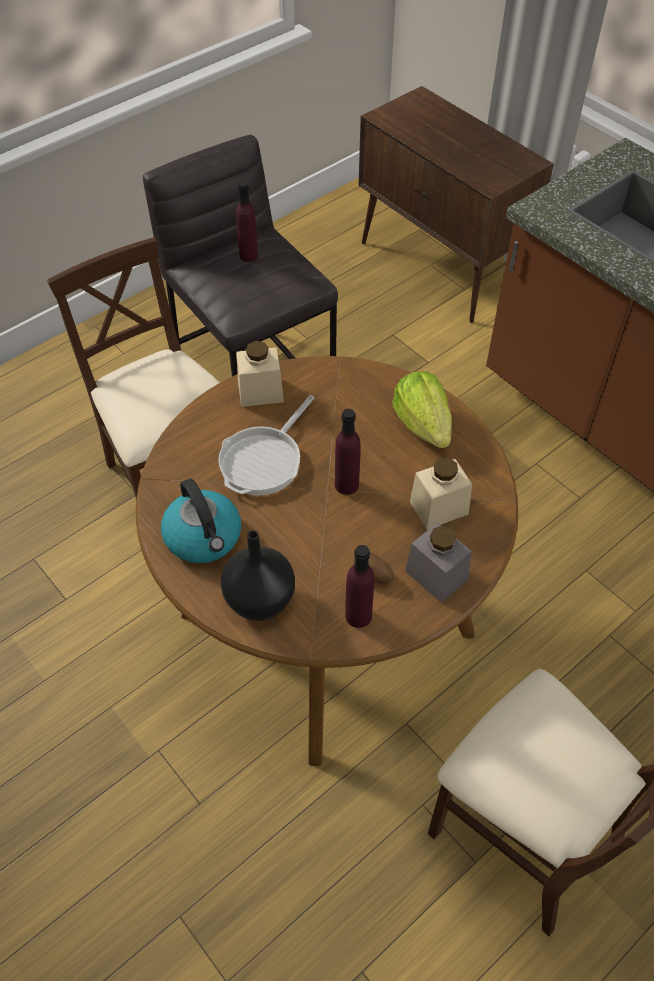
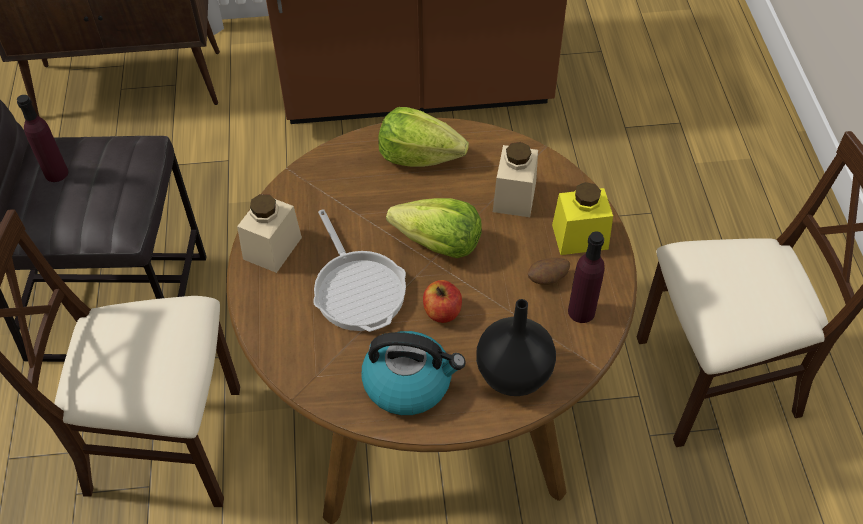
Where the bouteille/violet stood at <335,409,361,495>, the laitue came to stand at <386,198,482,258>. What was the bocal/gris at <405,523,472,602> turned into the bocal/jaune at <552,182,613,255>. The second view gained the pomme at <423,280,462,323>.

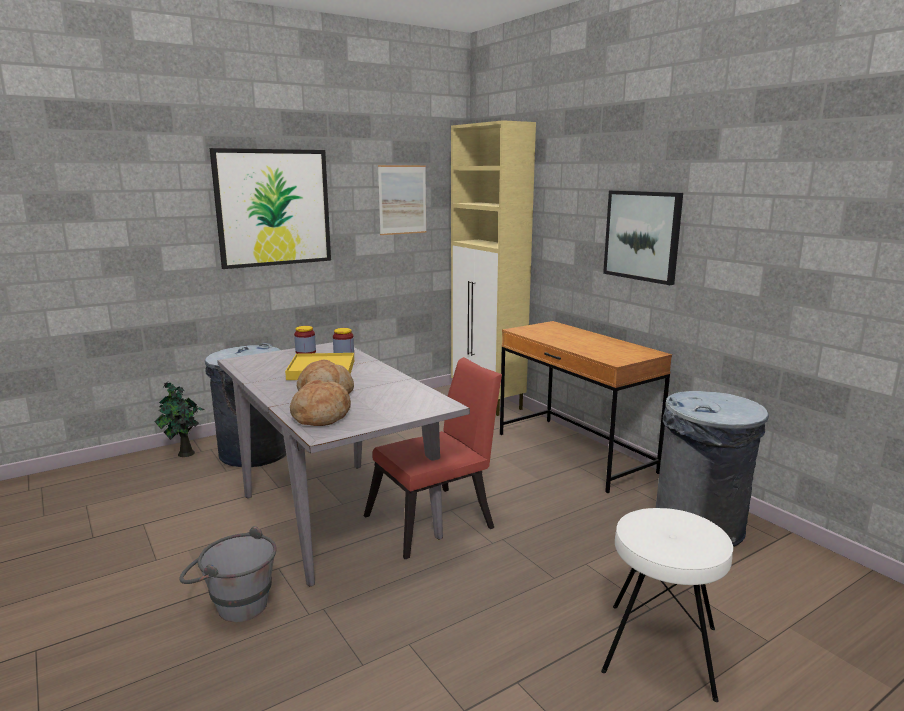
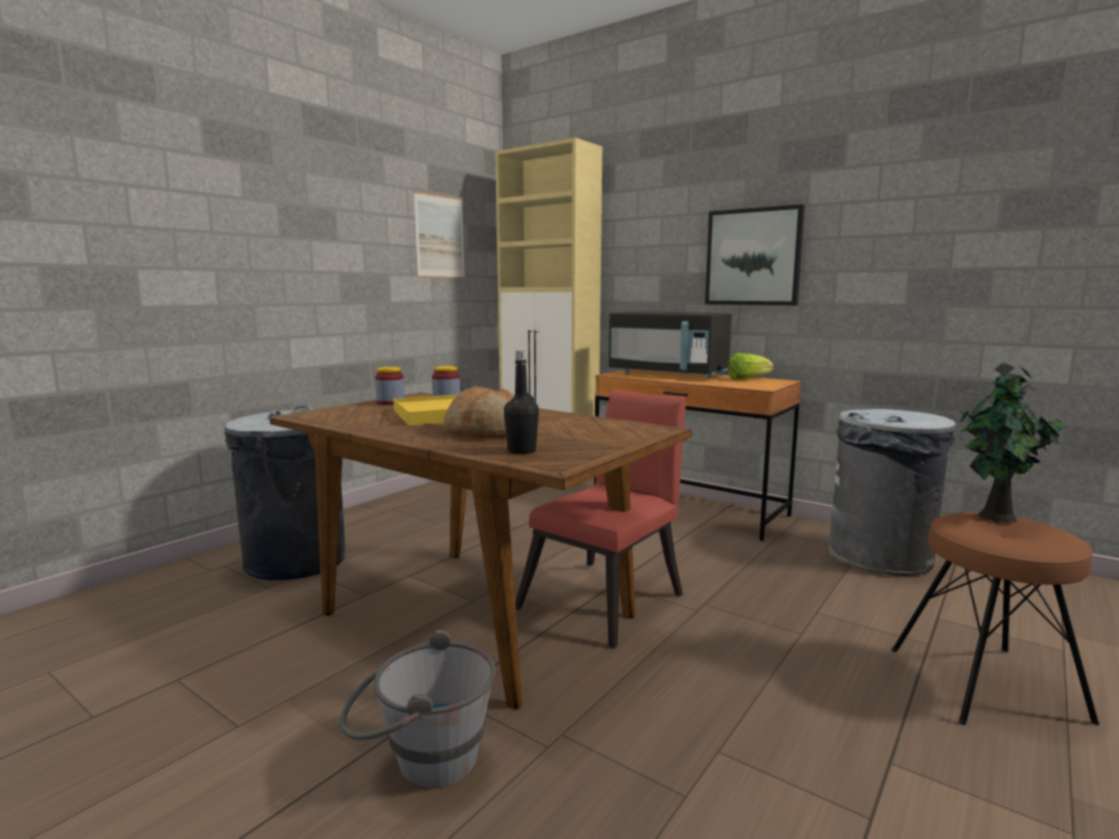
The second view lost the tableau at <210,148,331,269>. What was the table à manger/gris at <217,342,470,586> turned into the table à manger/marron at <269,392,692,710>. Where the pain stood at <290,380,351,426>, the bouteille/noir came to stand at <504,350,539,454>. The plante en pot ended up elsewhere, having gone from <154,382,205,457> to <960,362,1067,523>. What was the tabouret/blanc at <601,508,733,702> turned into the tabouret/marron at <892,512,1099,725>. The second view gained the micro-ondes/noir at <609,311,732,379>. The second view gained the laitue at <728,353,774,380>.

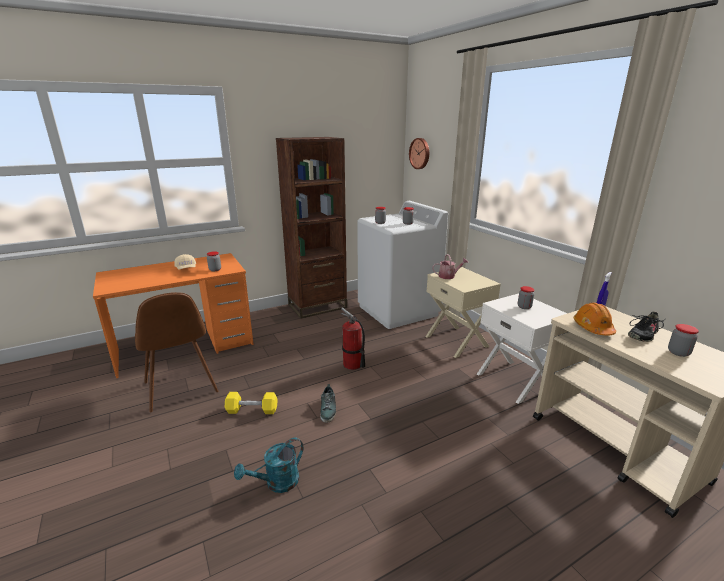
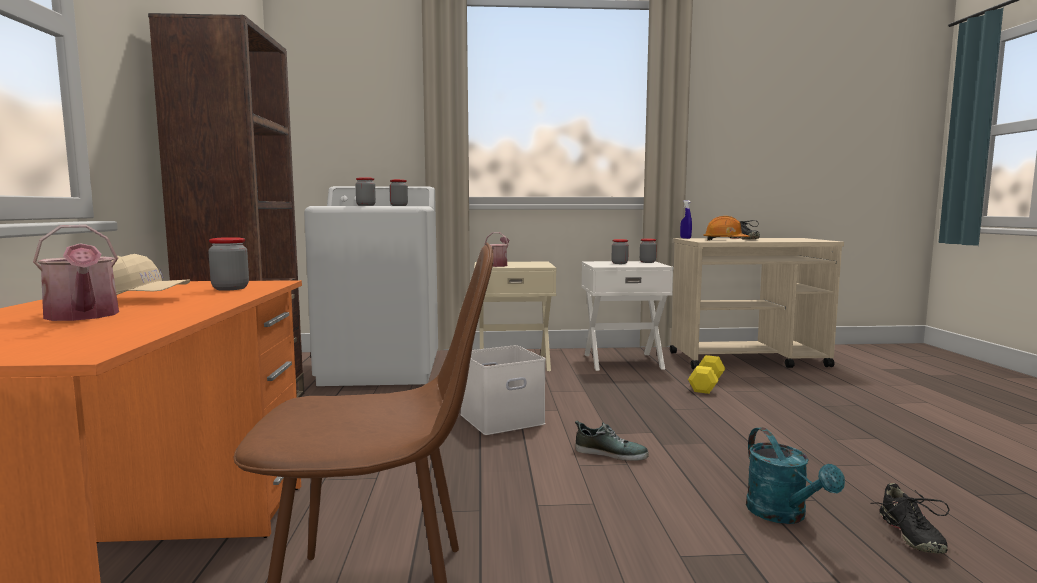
The second view lost the horloge murale at <409,138,429,169>. Where the extincteur stood at <341,307,365,370>, the boîte de rangement/blanc came to stand at <460,345,546,435>. The bocal ended up elsewhere, having gone from <668,324,699,357> to <640,239,657,263>. The haltère/jaune ended up elsewhere, having gone from <225,392,278,414> to <688,355,726,394>. The second view gained the arrosoir at <33,225,119,321>. The second view gained the chaussure/noir at <871,483,950,554>.

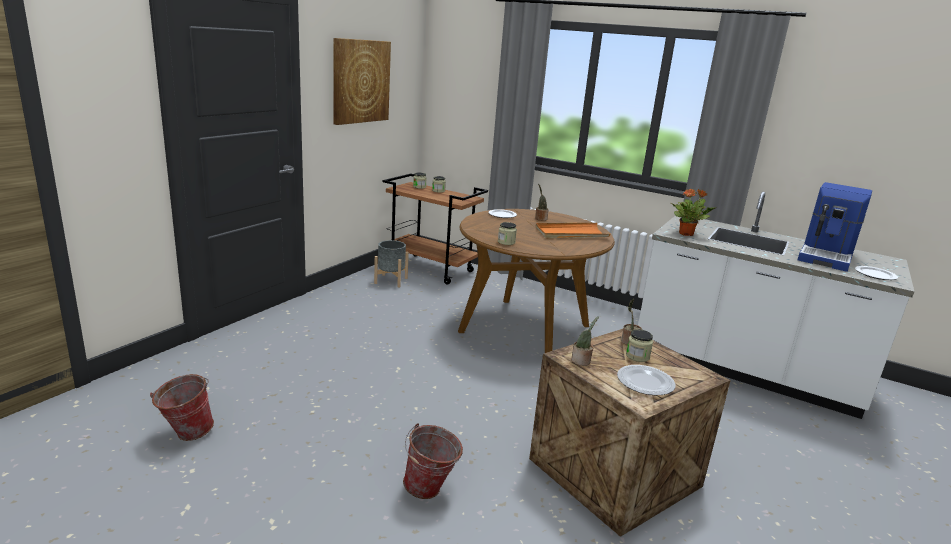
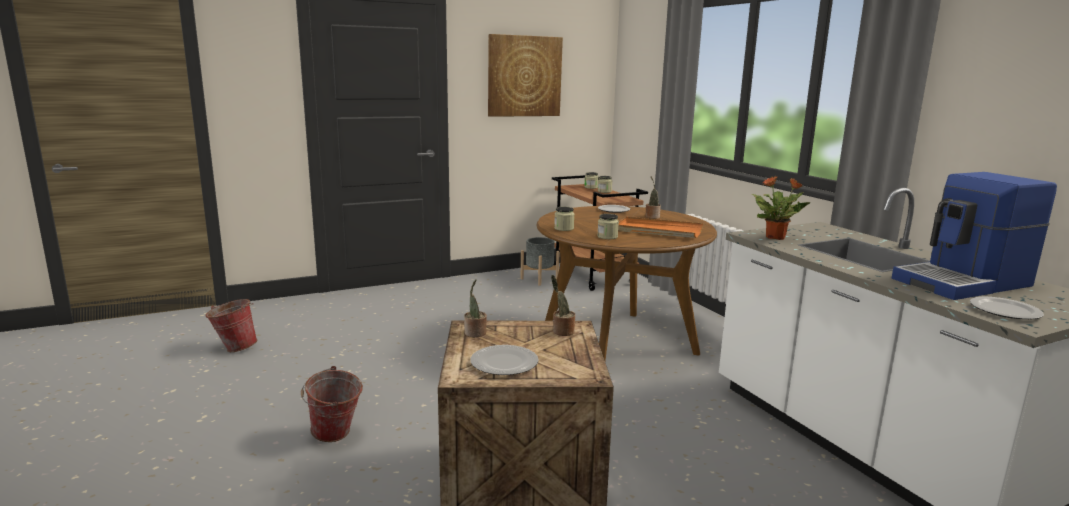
The bocal ended up elsewhere, having gone from <626,329,653,362> to <597,214,619,239>.

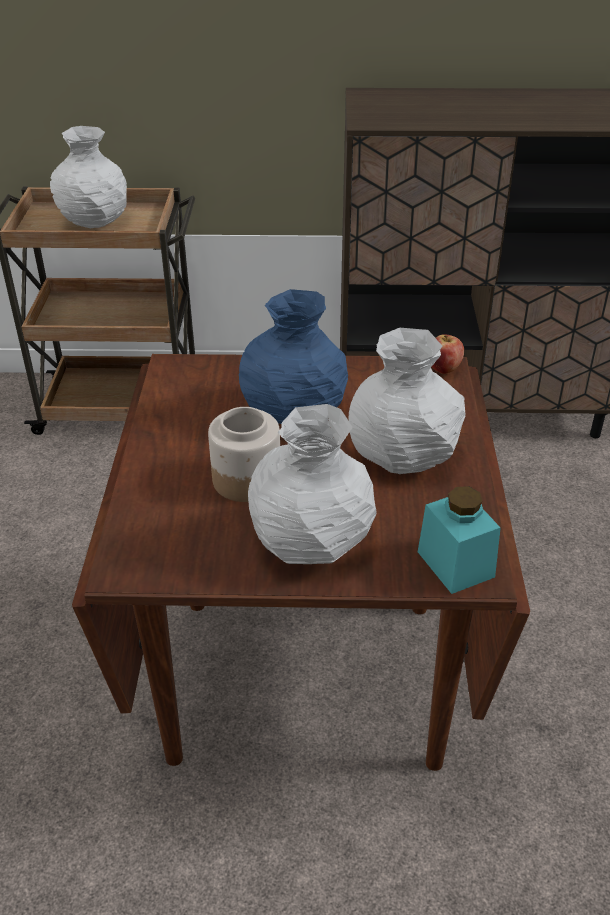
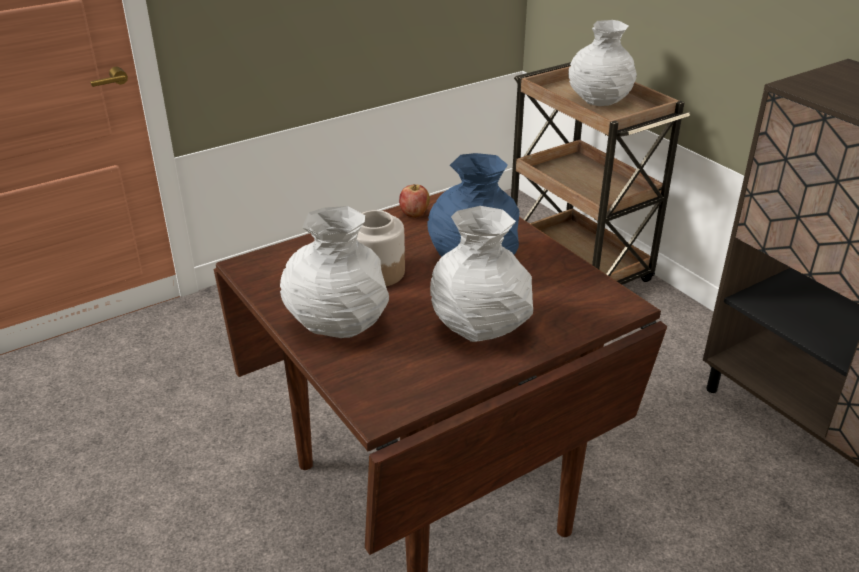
The pomme ended up elsewhere, having gone from <432,334,464,374> to <399,184,430,218>. The second view lost the bocal/turquoise at <418,486,501,594>.

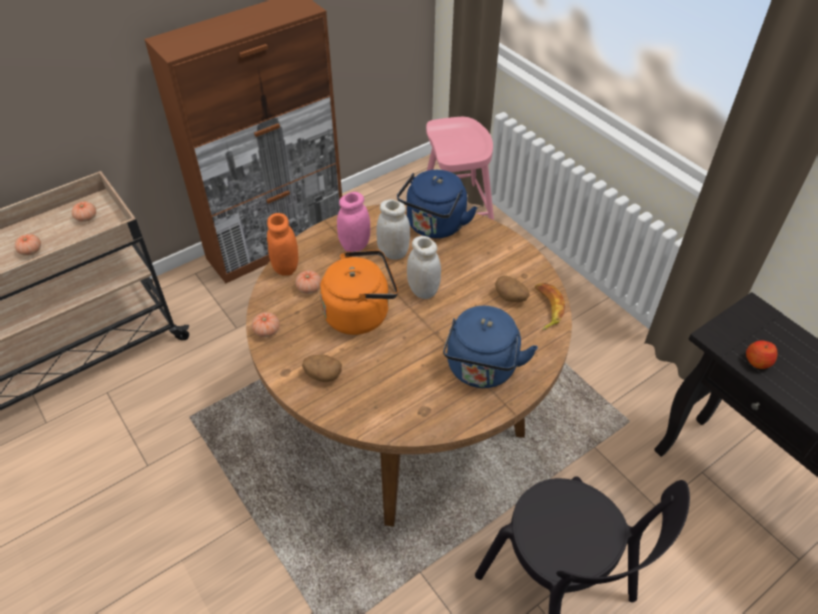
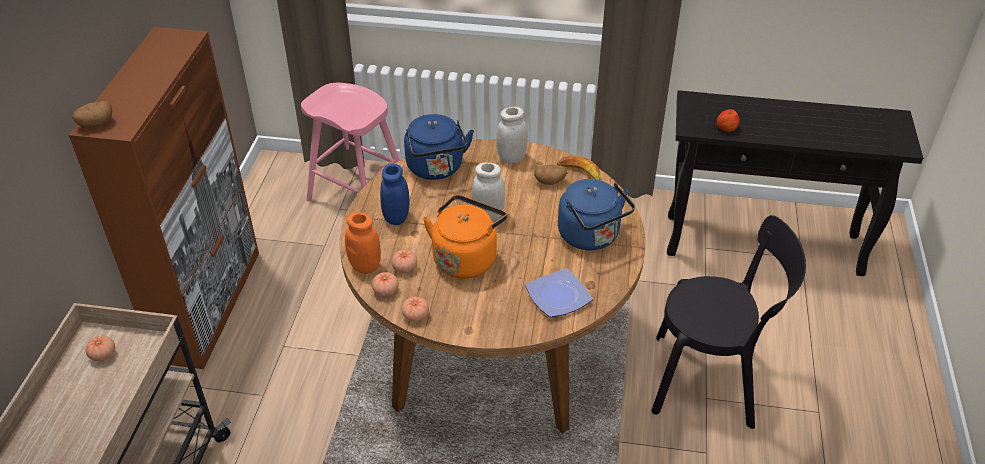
What was the bocal/rose at <337,192,370,252> turned into the bocal/bleu at <380,164,409,225>. The bocal/blanc ended up elsewhere, having gone from <376,199,410,260> to <496,107,528,163>. The tomate ended up elsewhere, having gone from <15,234,41,256> to <372,272,399,296>. The pomme de terre ended up elsewhere, having gone from <302,355,342,382> to <72,101,112,128>. The second view gained the assiette at <525,268,593,317>.

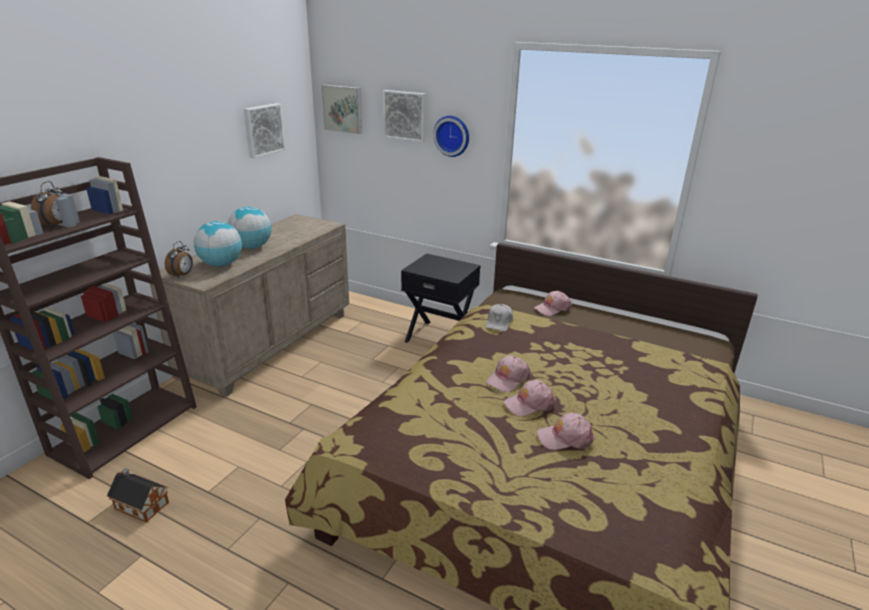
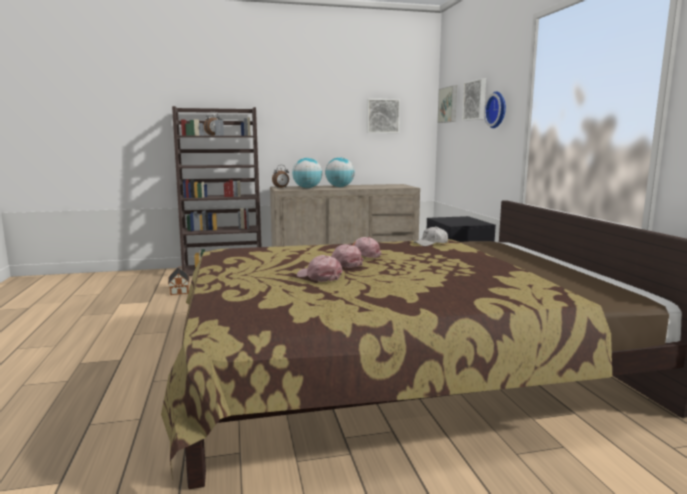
The second view lost the casquette/rose at <534,291,572,316>.

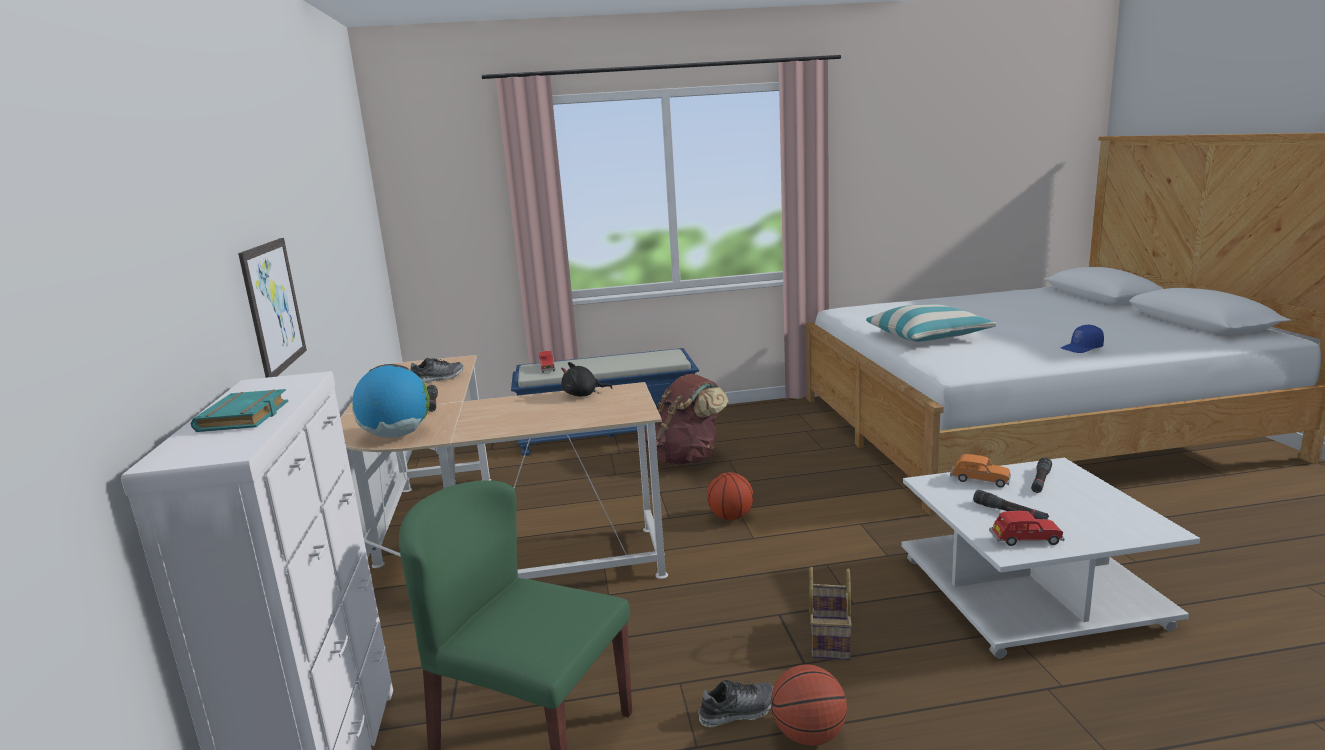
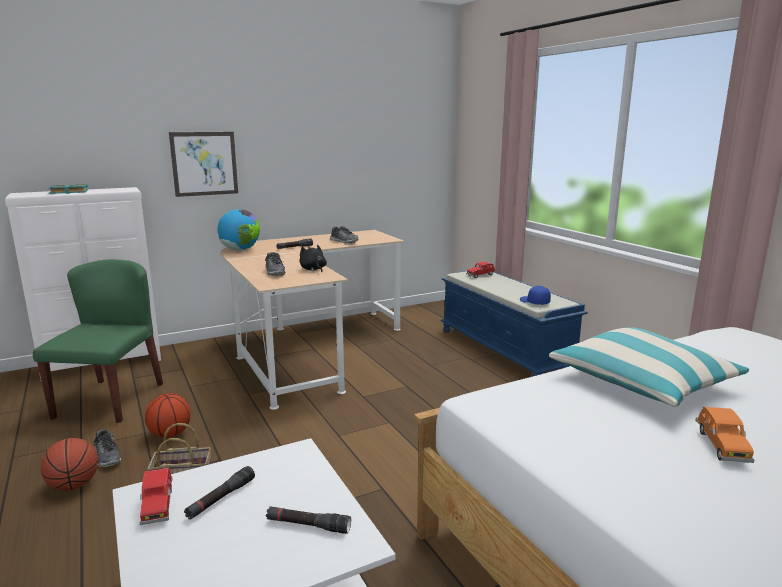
The casquette/bleu ended up elsewhere, having gone from <1061,325,1104,353> to <520,286,551,305>. The second view lost the sac à dos/marron at <645,374,728,465>. The petite voiture/orange ended up elsewhere, having gone from <950,454,1011,487> to <696,407,755,463>. The ballon de basket ended up elsewhere, having gone from <707,472,753,520> to <145,393,191,438>. The second view gained the chaussure at <265,252,285,276>.

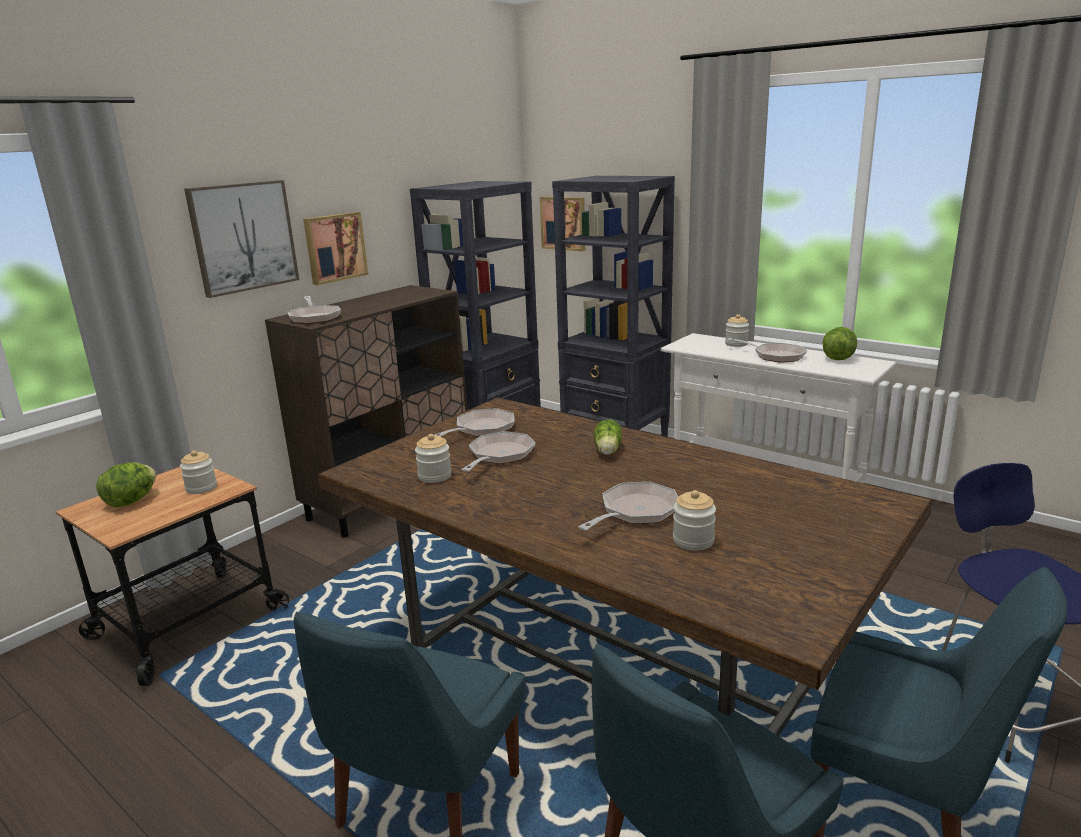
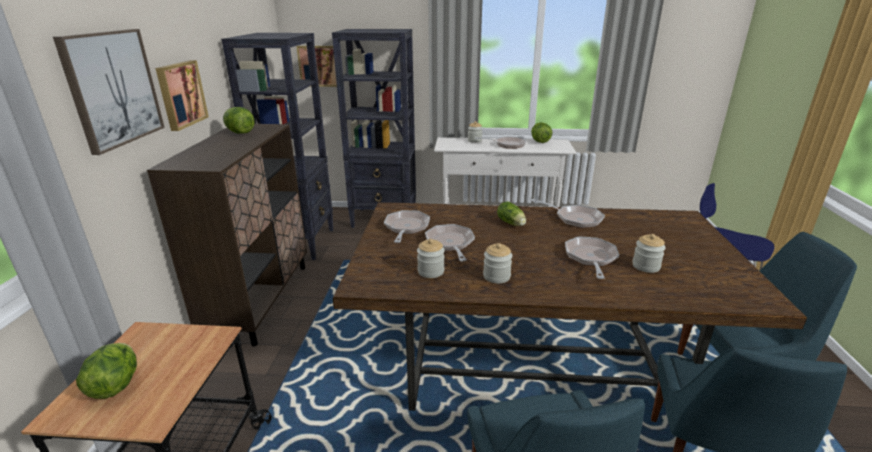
The poêle ended up elsewhere, having gone from <288,296,341,324> to <531,199,605,228>. The bocal ended up elsewhere, having gone from <180,451,217,494> to <483,243,512,283>. The second view gained the laitue at <223,107,255,134>.

